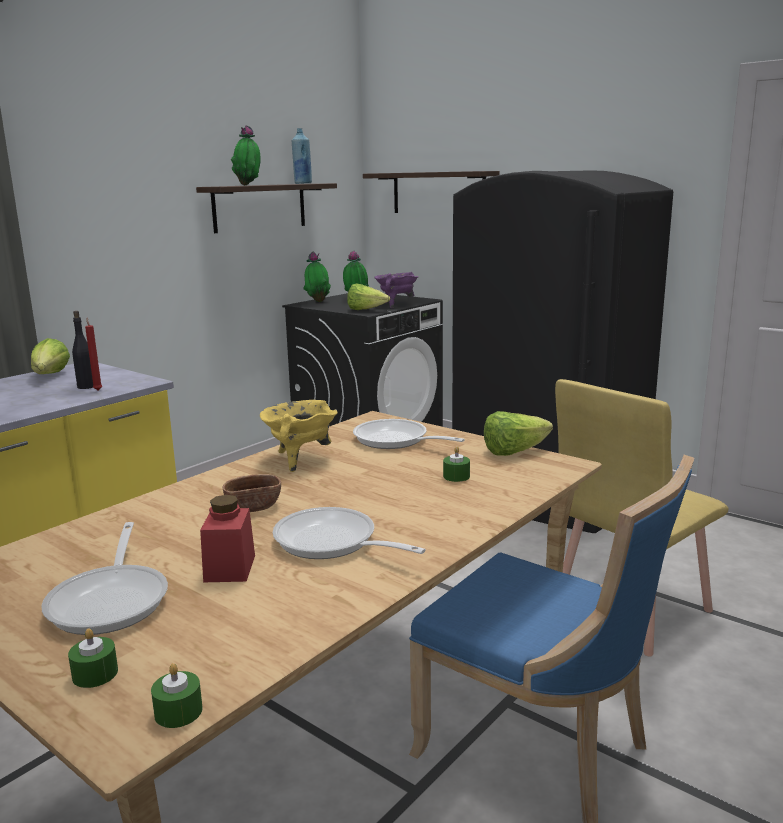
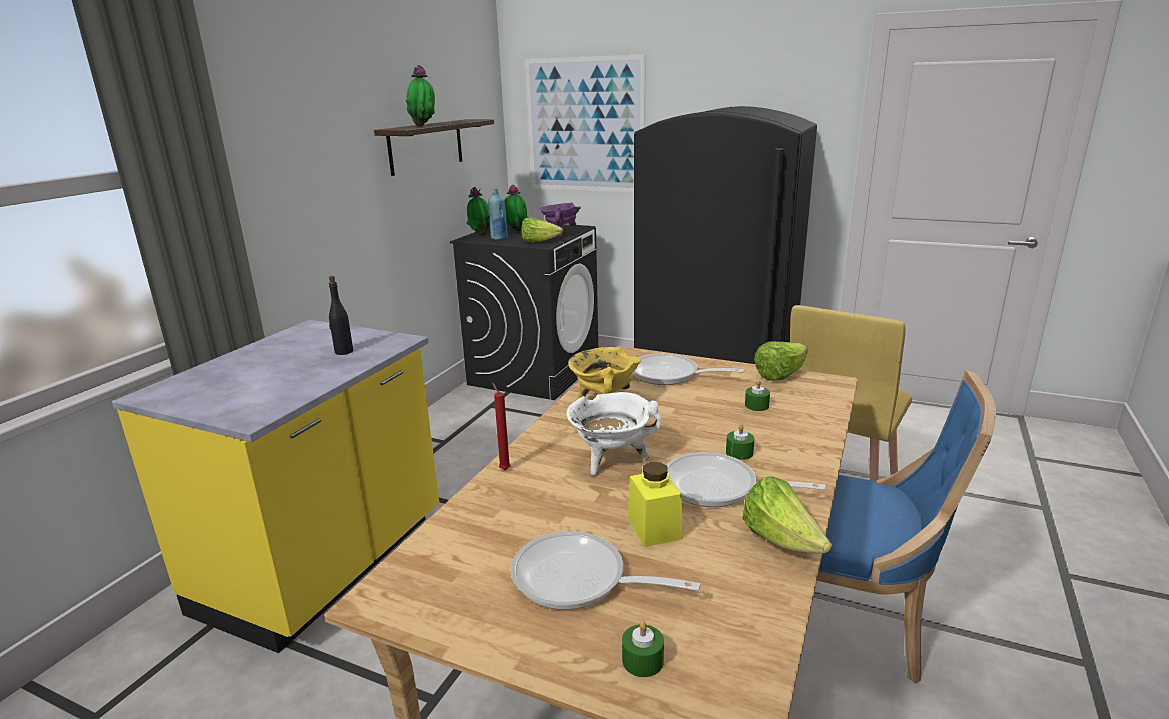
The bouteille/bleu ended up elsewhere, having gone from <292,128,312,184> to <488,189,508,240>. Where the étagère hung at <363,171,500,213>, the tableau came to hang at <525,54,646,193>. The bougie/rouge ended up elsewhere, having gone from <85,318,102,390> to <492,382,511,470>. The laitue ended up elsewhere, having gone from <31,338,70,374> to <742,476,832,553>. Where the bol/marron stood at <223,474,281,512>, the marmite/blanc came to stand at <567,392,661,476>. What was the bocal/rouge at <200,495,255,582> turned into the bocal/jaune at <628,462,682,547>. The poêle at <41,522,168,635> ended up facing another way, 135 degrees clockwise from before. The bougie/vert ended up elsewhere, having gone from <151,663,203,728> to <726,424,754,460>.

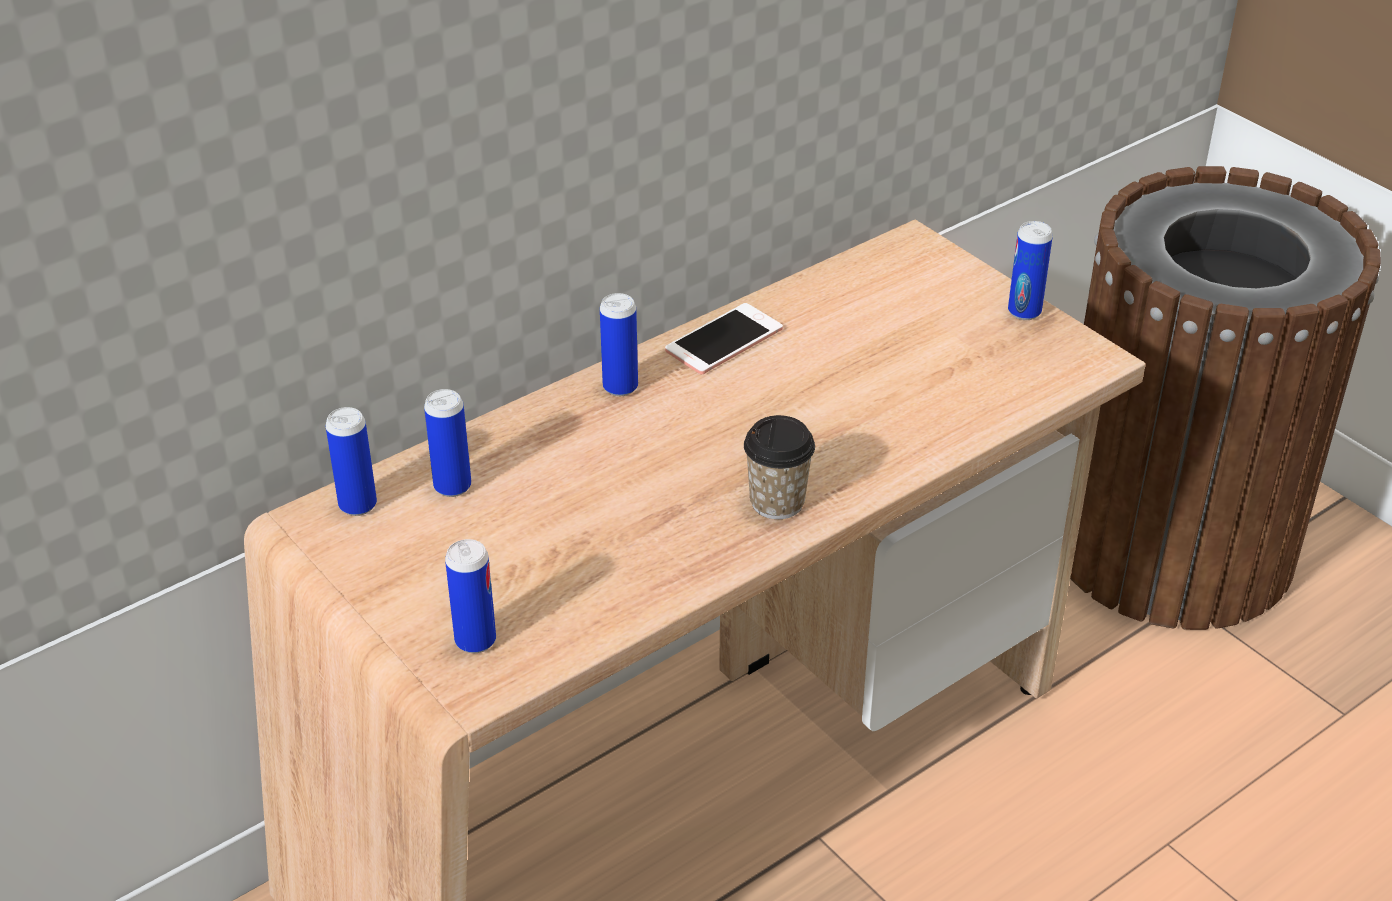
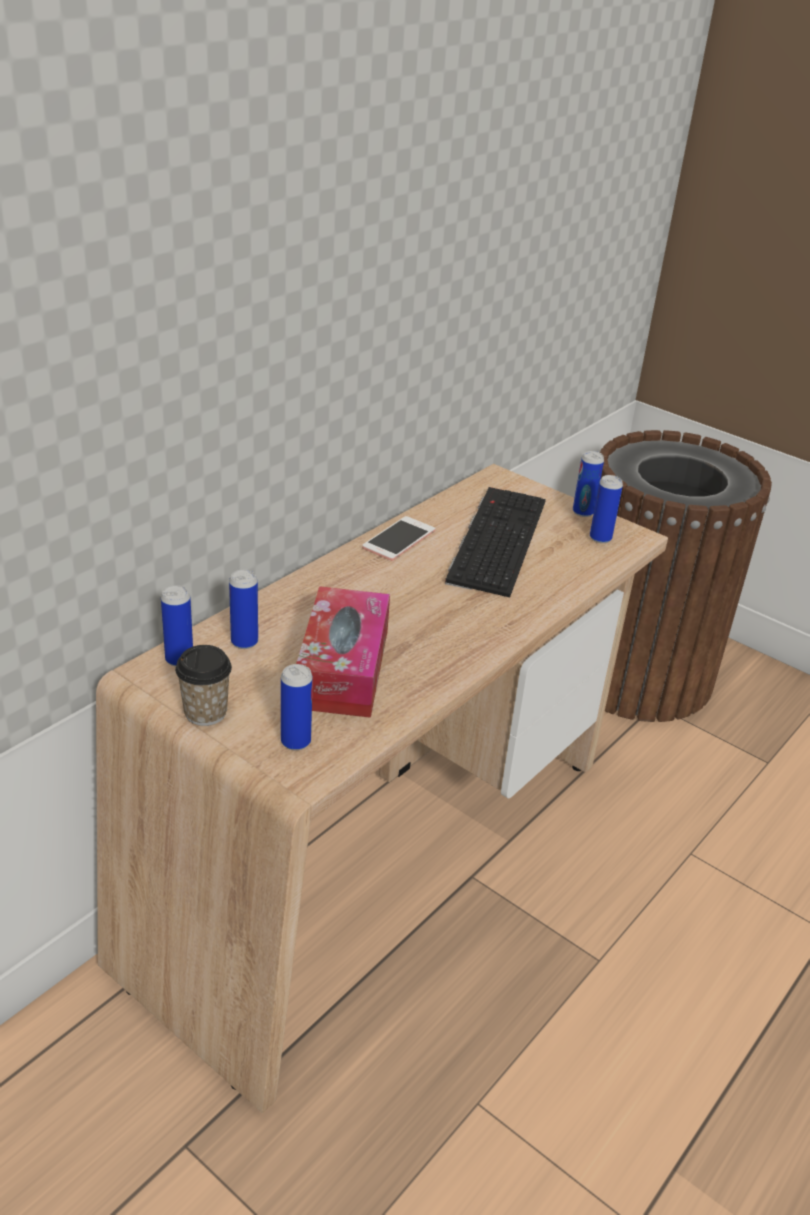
The boîte métallique ended up elsewhere, having gone from <600,293,638,396> to <590,475,623,543>. The tasse ended up elsewhere, having gone from <744,415,815,519> to <175,645,232,726>. The second view gained the clavier at <445,487,546,598>. The second view gained the boîte à mouchoirs at <296,586,390,718>.

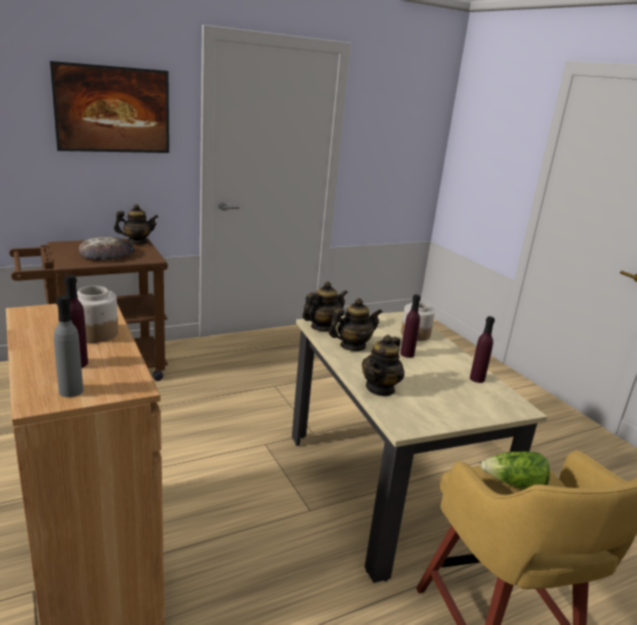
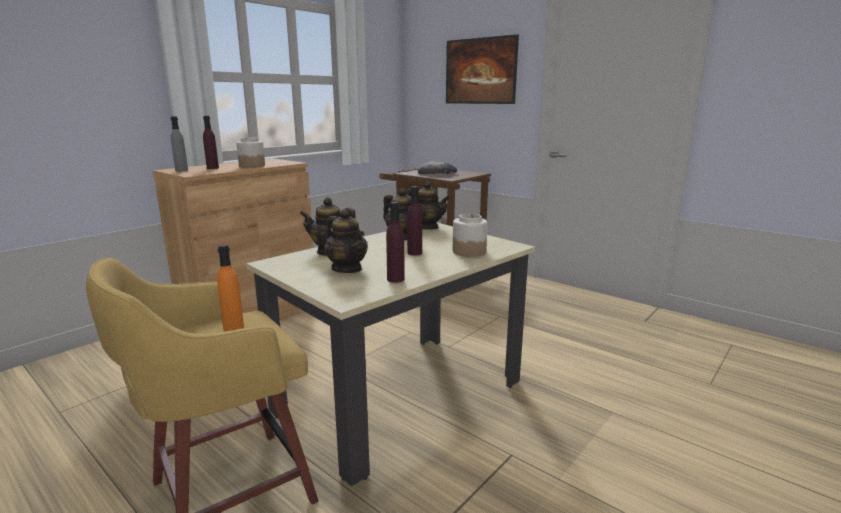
The théière ended up elsewhere, having gone from <114,204,158,244> to <324,209,368,273>. Where the laitue stood at <481,451,550,489>, the bouteille/orange came to stand at <217,244,244,332>.

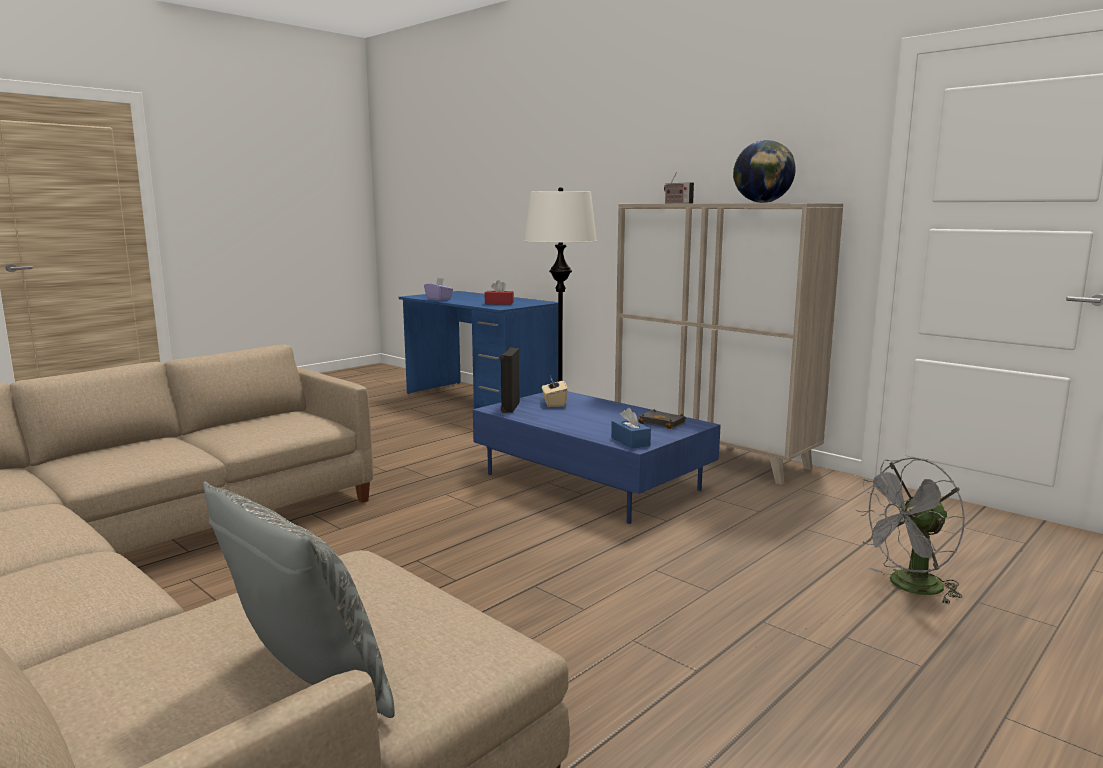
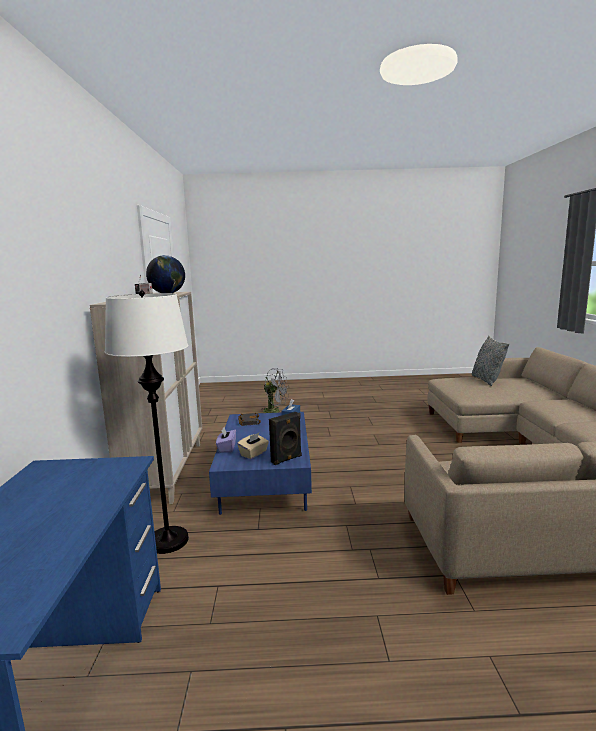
The boîte à mouchoirs/violet ended up elsewhere, having gone from <424,278,453,301> to <216,427,236,453>. The second view lost the boîte à mouchoirs/rouge at <484,280,514,305>.

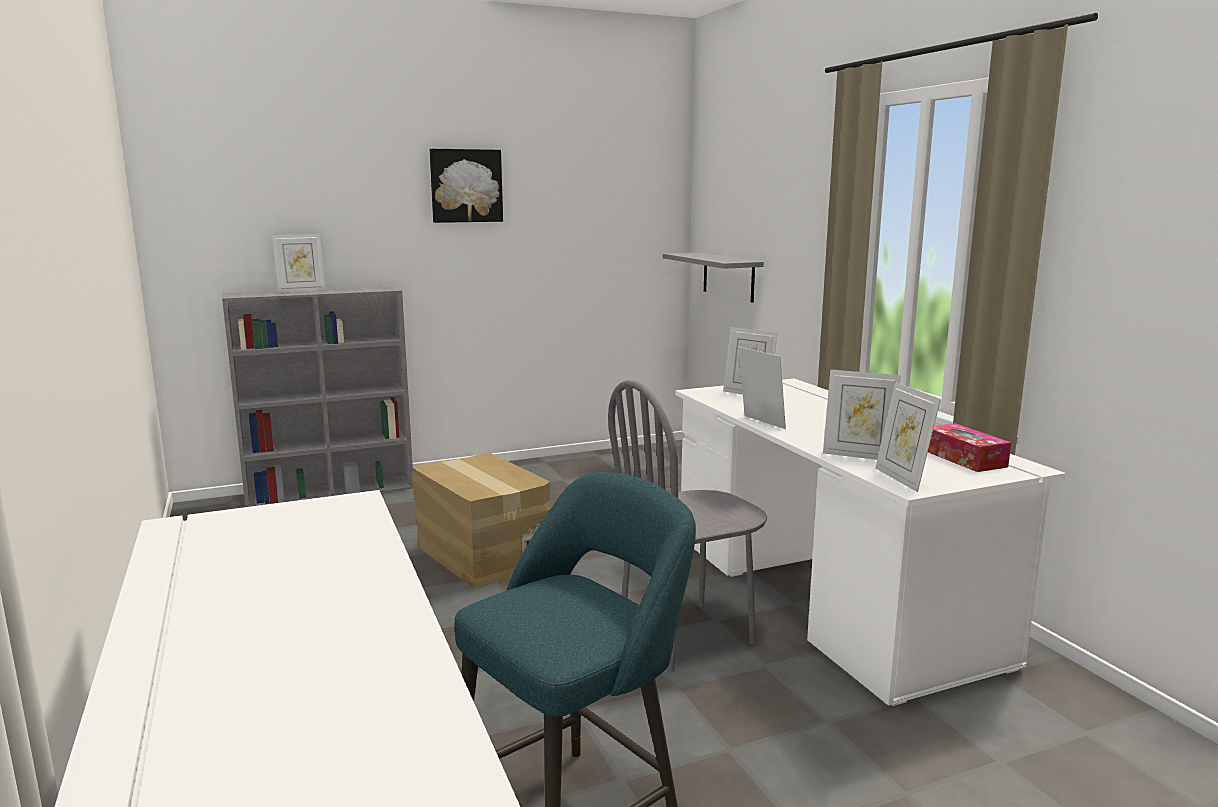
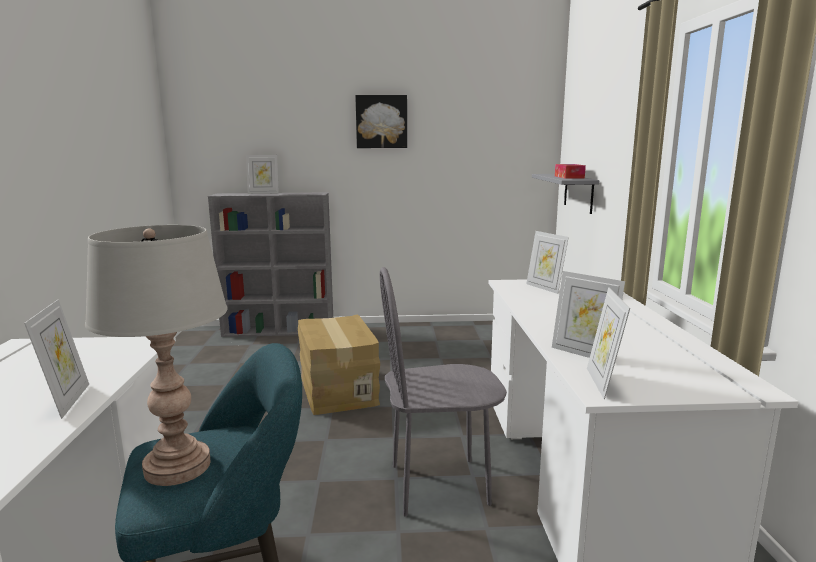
The cadre photo ended up elsewhere, having gone from <738,347,786,429> to <24,299,89,419>. The boîte à mouchoirs ended up elsewhere, having gone from <928,423,1011,472> to <555,164,586,179>. The second view gained the lampe de table/gris at <85,225,228,486>.

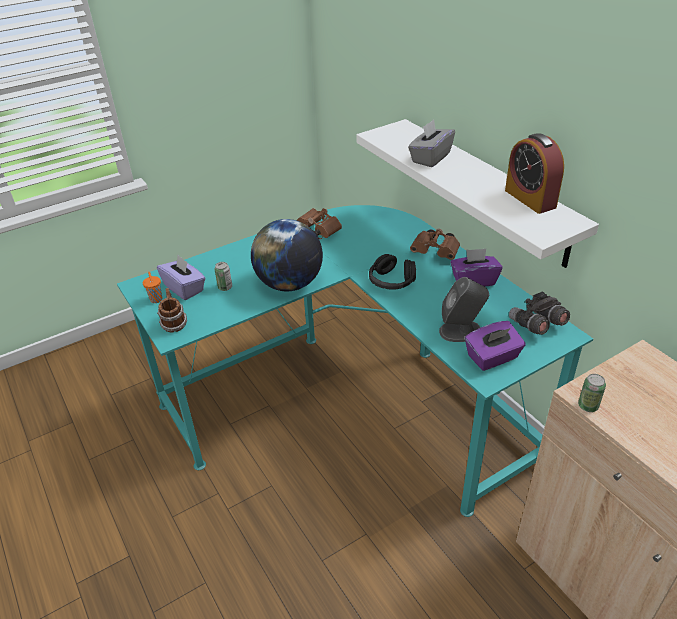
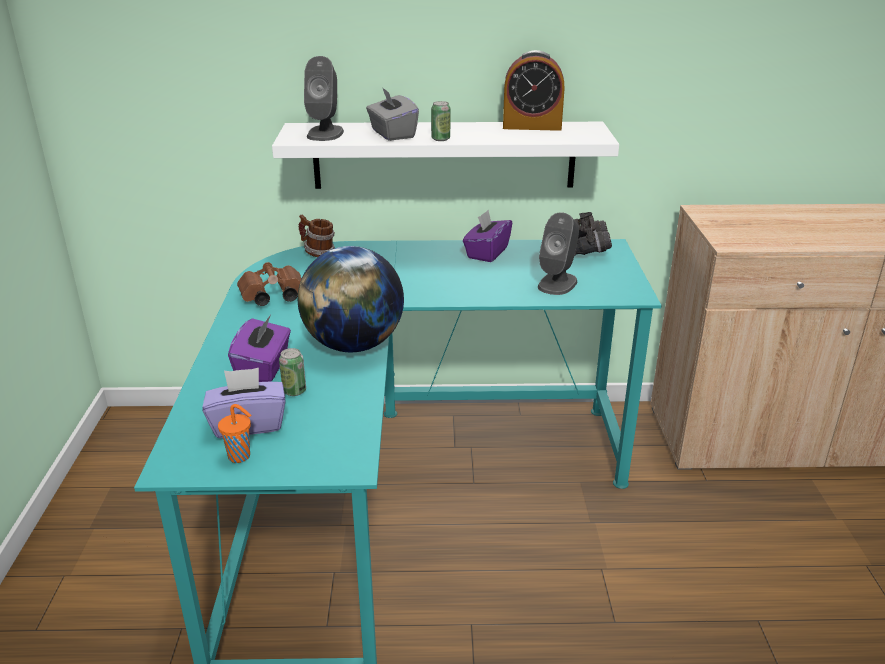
The second view lost the jumelles/marron at <410,229,460,260>. The second view lost the casque audio/noir at <369,254,416,290>. The mug ended up elsewhere, having gone from <157,288,187,332> to <298,215,335,257>. The boîte à mouchoirs/violet ended up elsewhere, having gone from <465,321,526,371> to <228,315,291,382>. The boîte métallique ended up elsewhere, having gone from <578,374,606,412> to <431,101,450,141>. The second view gained the enceinte/gris at <304,56,344,141>.

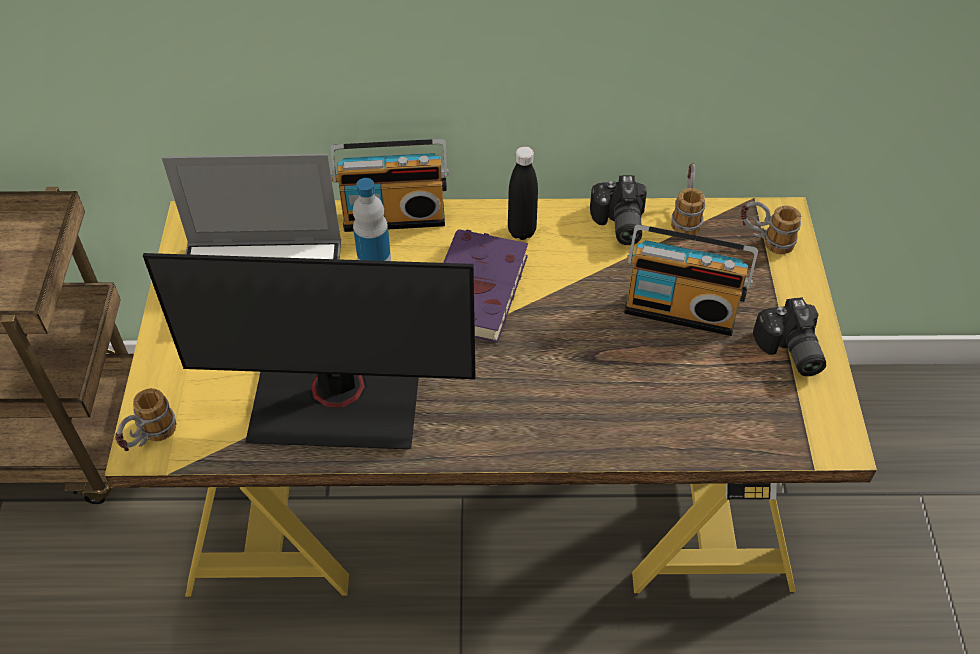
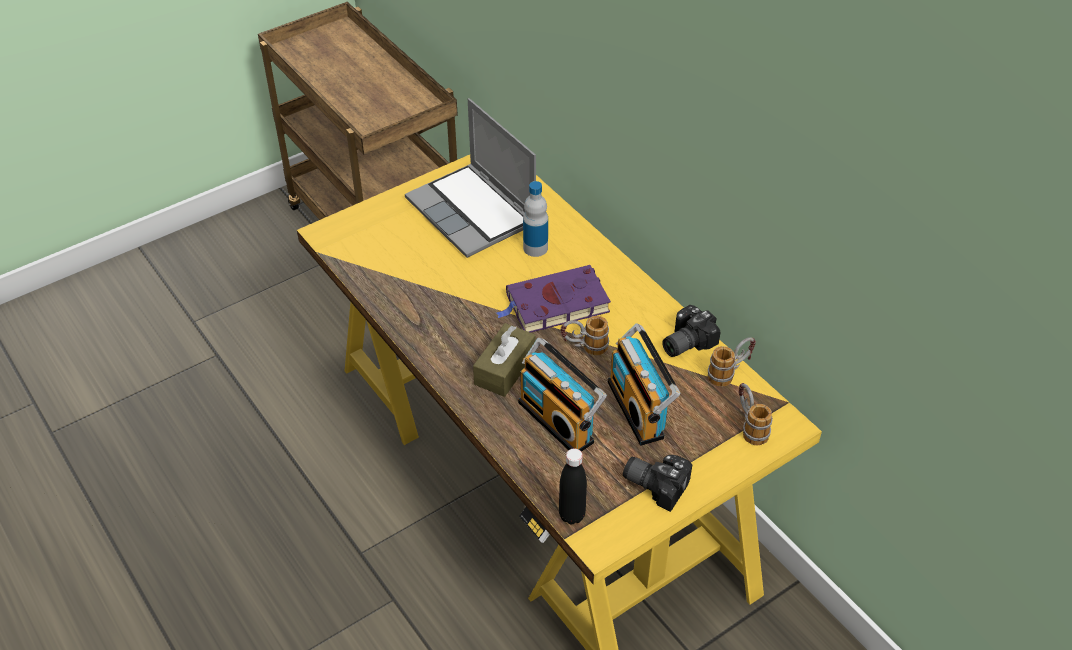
The radio ended up elsewhere, having gone from <330,139,449,232> to <518,338,607,452>. The bouteille/noir ended up elsewhere, having gone from <508,146,538,240> to <559,448,587,524>. The second view lost the écran d'ordinateur at <143,253,475,449>. The appareil photo at <753,297,826,376> ended up facing another way, 75 degrees clockwise from before. The mug ended up elsewhere, having gone from <115,388,177,451> to <561,316,609,355>. The second view gained the boîte à mouchoirs/marron at <473,323,536,397>.

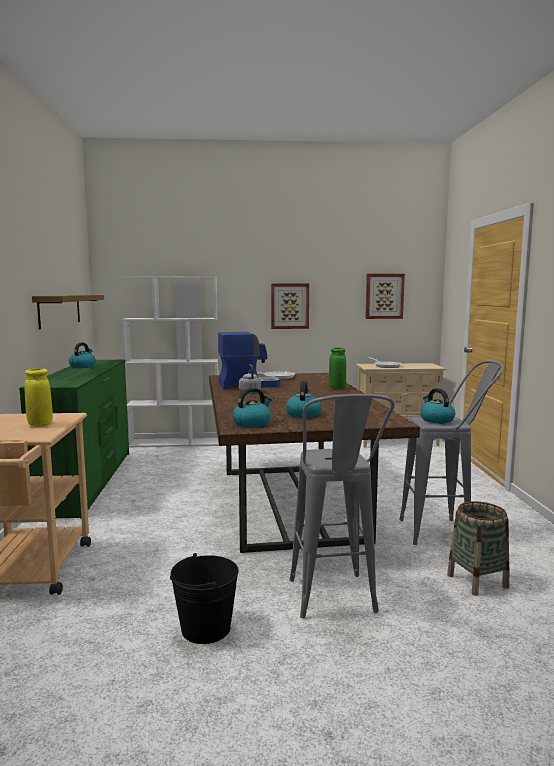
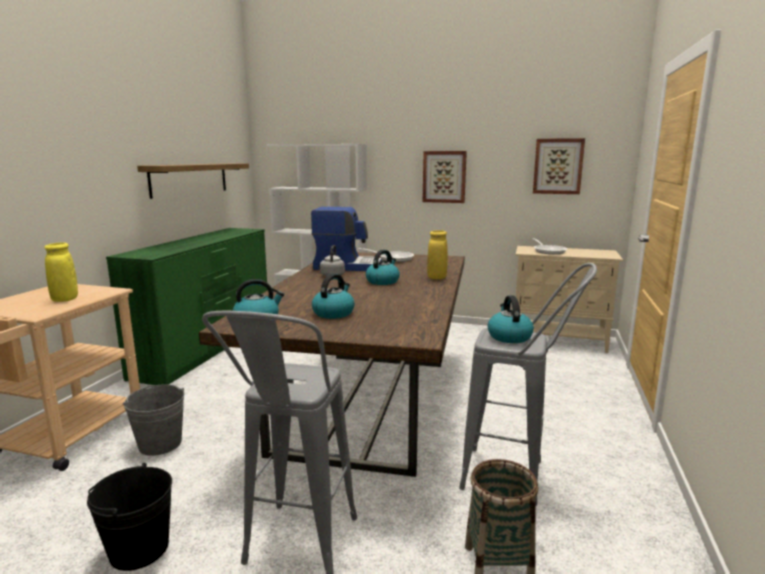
The bouilloire ended up elsewhere, having gone from <69,342,96,368> to <366,250,400,285>. What was the vase/vert at <329,348,346,388> turned into the vase/jaune at <427,230,448,279>. The second view gained the seau/gris at <123,384,185,456>.

